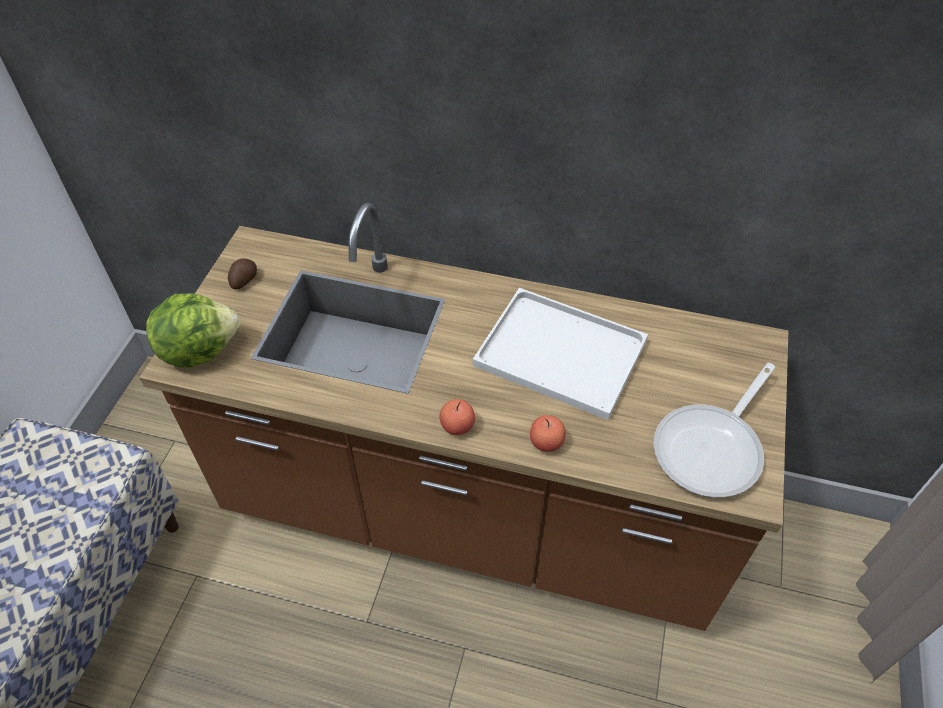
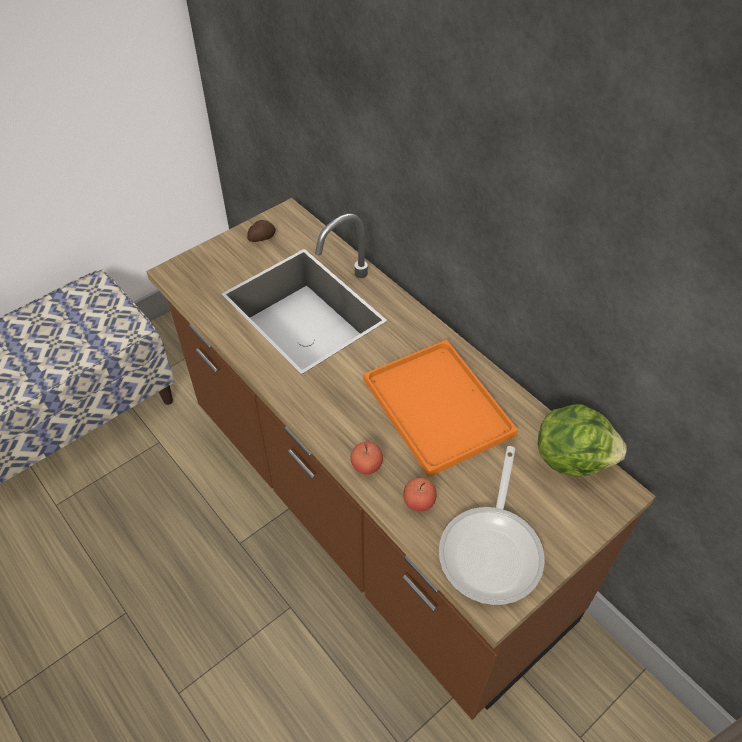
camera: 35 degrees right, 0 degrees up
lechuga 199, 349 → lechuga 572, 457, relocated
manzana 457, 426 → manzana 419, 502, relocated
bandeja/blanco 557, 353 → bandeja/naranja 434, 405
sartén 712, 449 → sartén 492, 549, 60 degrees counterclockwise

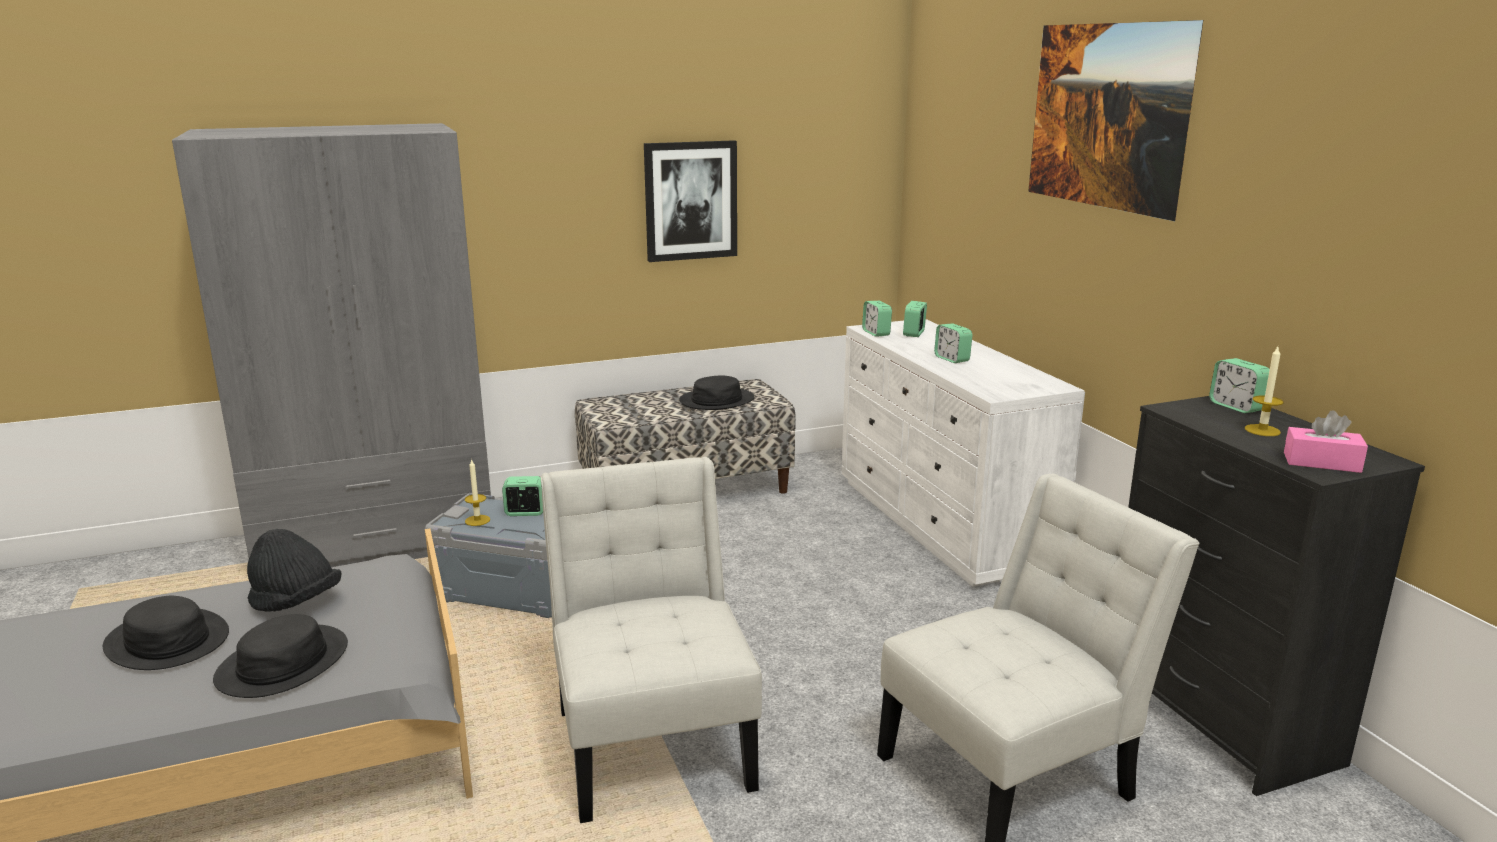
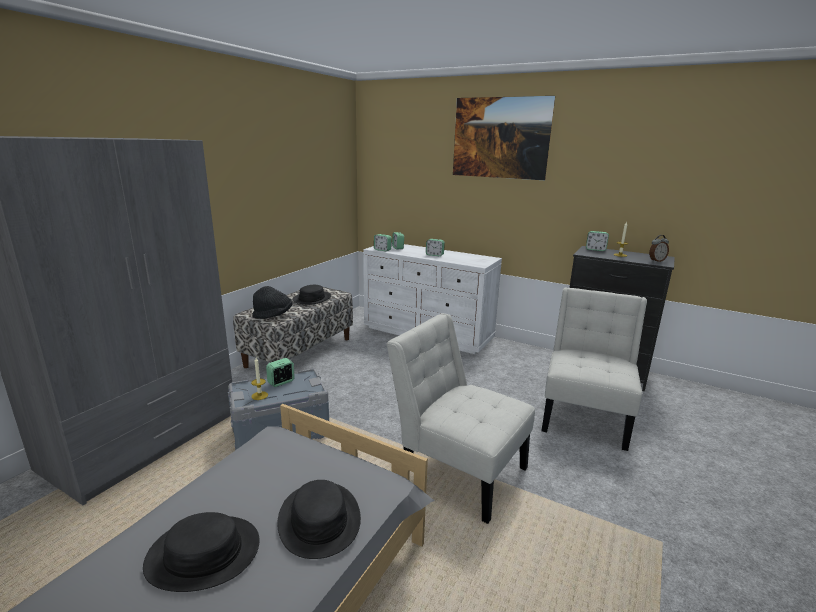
camera: 40 degrees left, 0 degrees up
cuadro 690, 200 → -
sombrero/negro 296, 603 → sombrero/negro 273, 315, relocated
caja de pañuelos/rosa 1321, 462 → despertador 656, 261

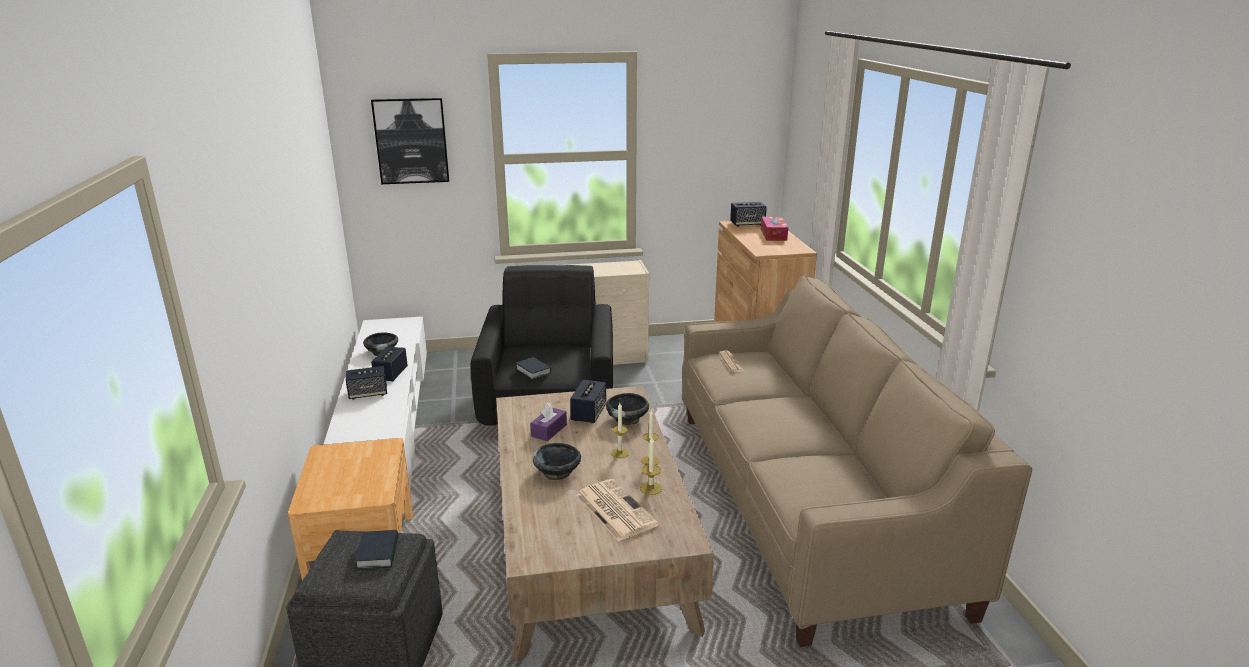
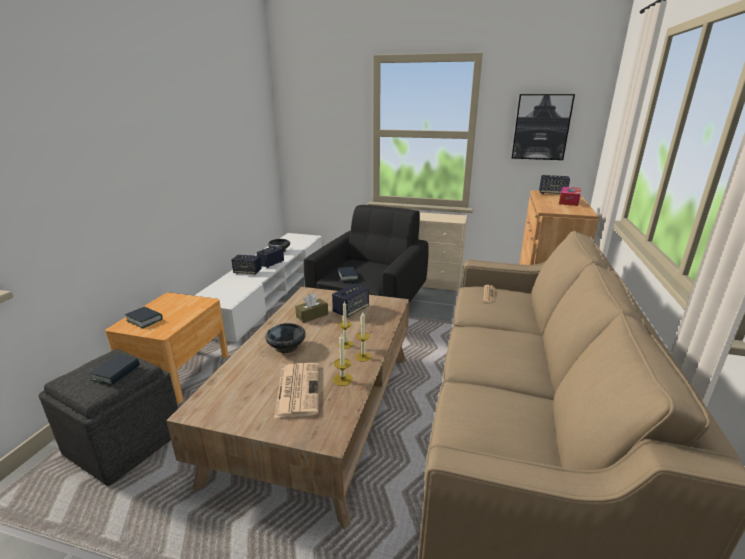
camera: 25 degrees right, 0 degrees up
cuenco/negro 627, 419 → -
- → libro 144, 320
cuadro 411, 141 → cuadro 541, 127, relocated
caja de pañuelos/morado 549, 430 → caja de pañuelos/marrón 312, 315

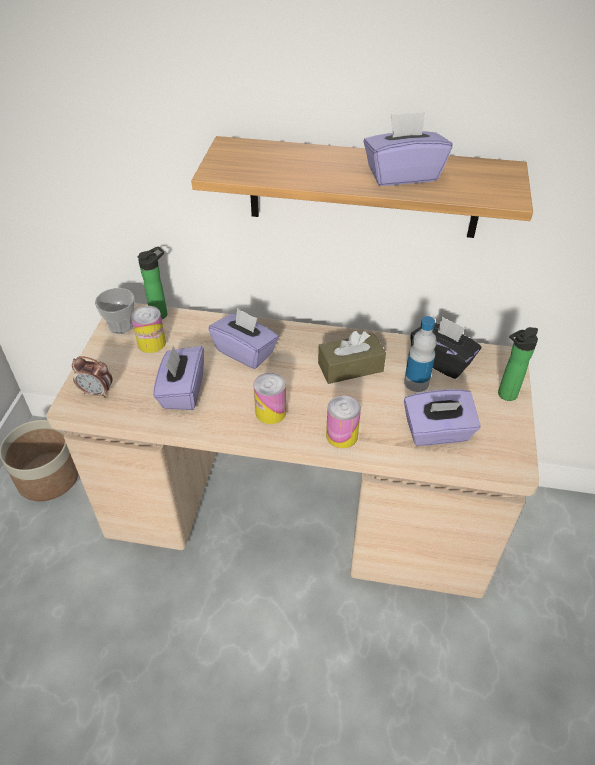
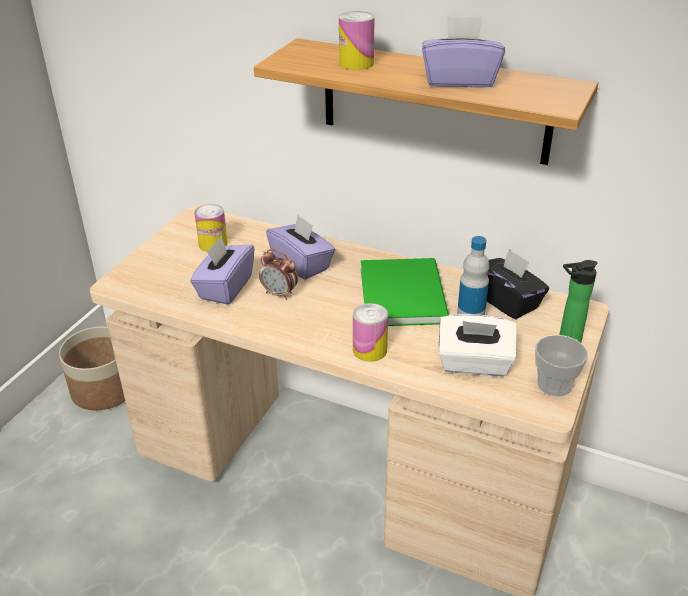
camera: 15 degrees right, 10 degrees down
botella 161, 313 → -
despertador 97, 392 → despertador 279, 294, relocated
taza 121, 325 → taza 554, 385, relocated
lata 270, 412 → lata 356, 63, relocated
caja de pañuelos/marrón 350, 367 → libro/verde 405, 292
caja de pañuelos/morado 437, 432 → caja de pañuelos/blanco 474, 364

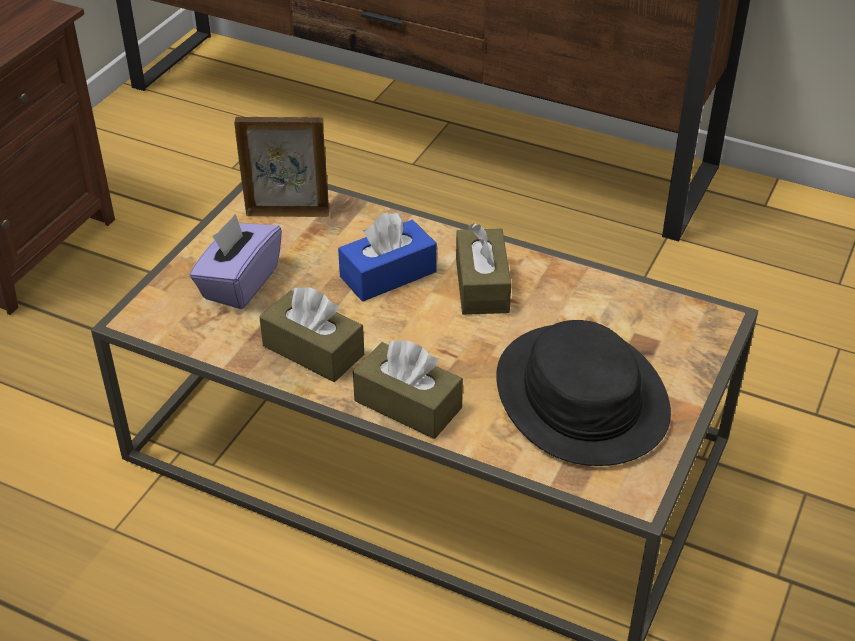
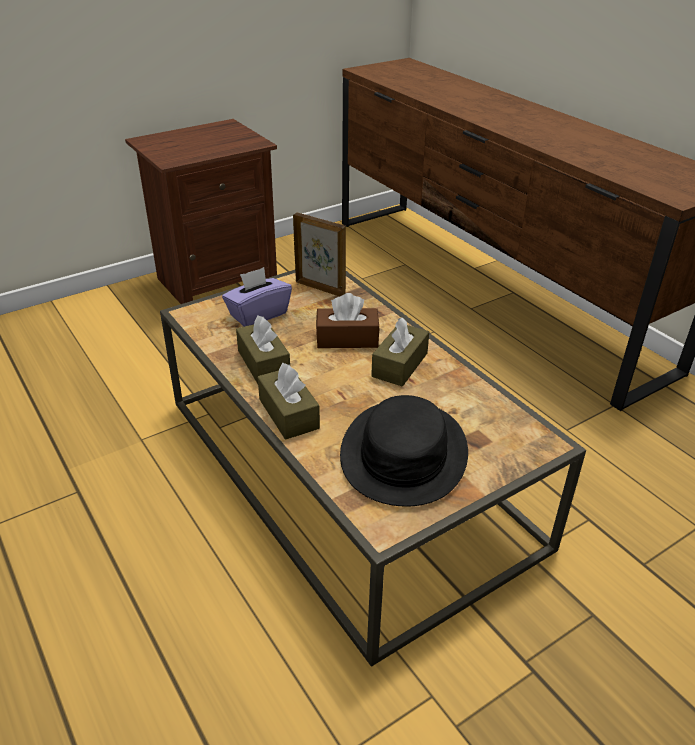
camera: 30 degrees right, 5 degrees down
caja de pañuelos/azul 388, 274 → caja de pañuelos/marrón 347, 339

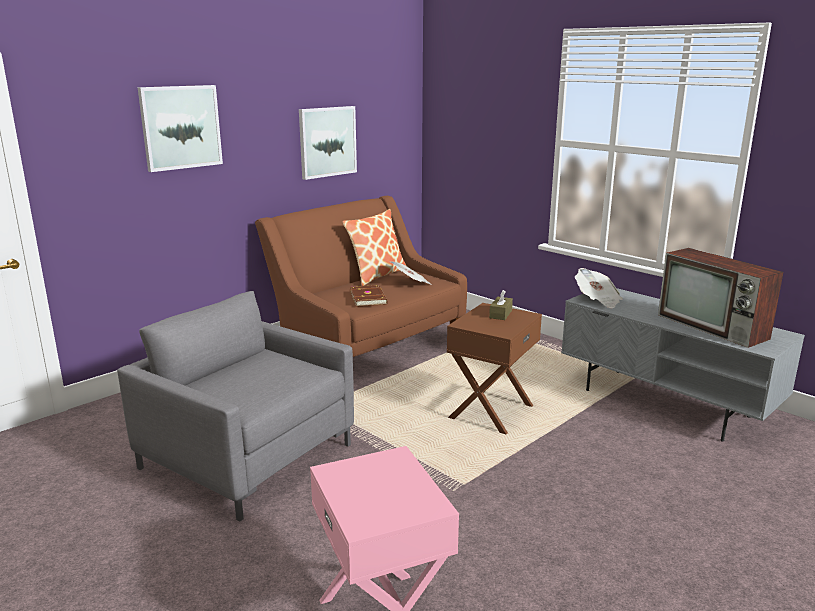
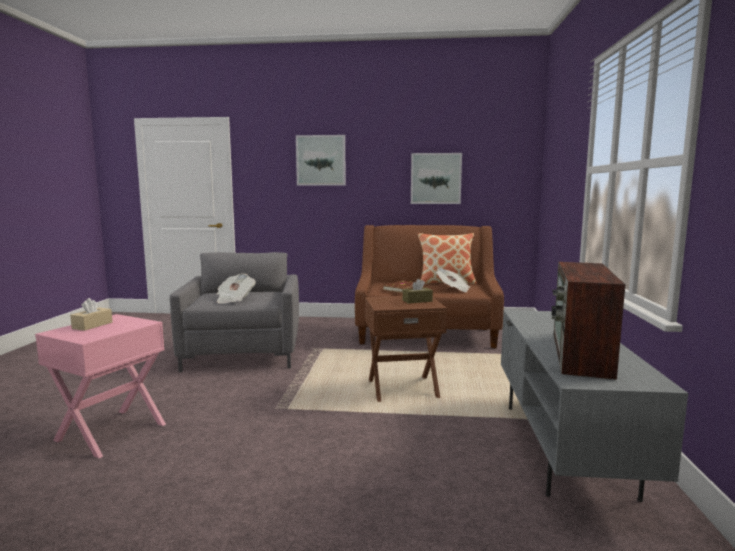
camera: 50 degrees right, 10 degrees down
- → caja de pañuelos/beis 92, 325
periódico 597, 300 → periódico 234, 299, relocated

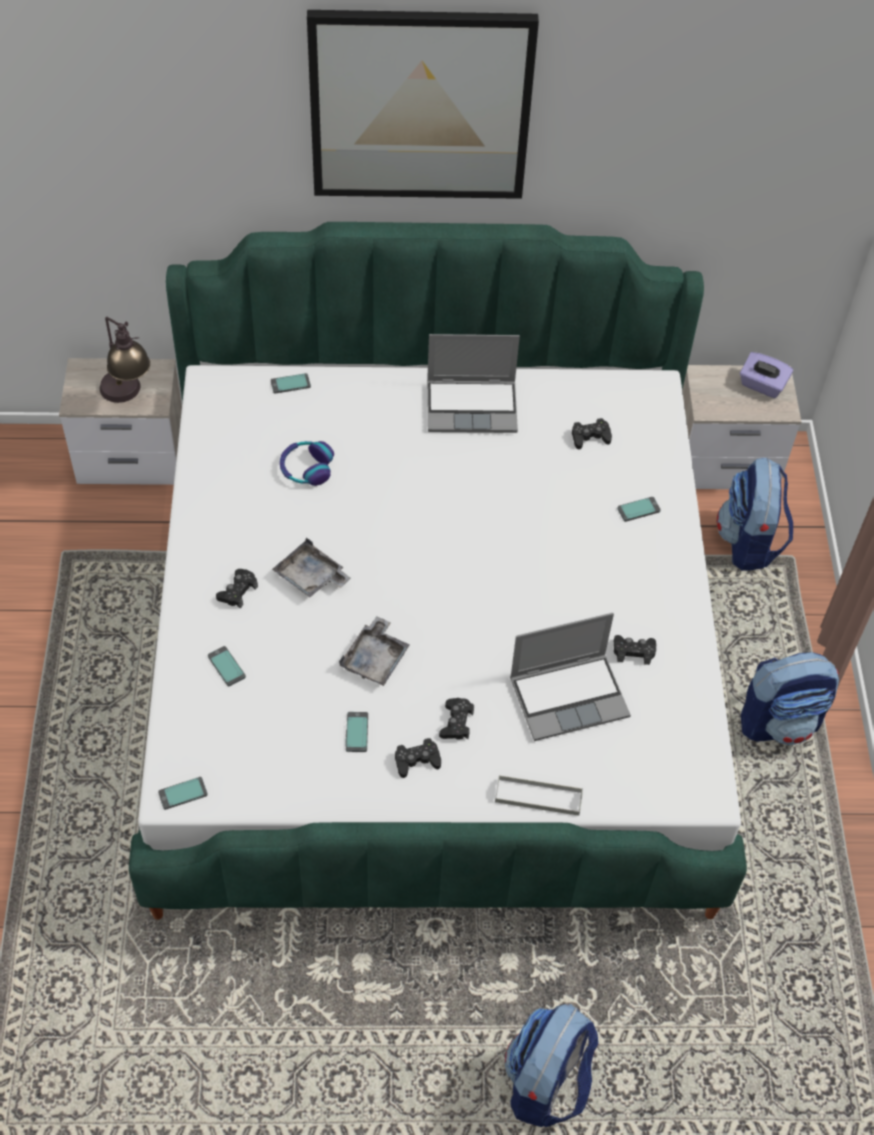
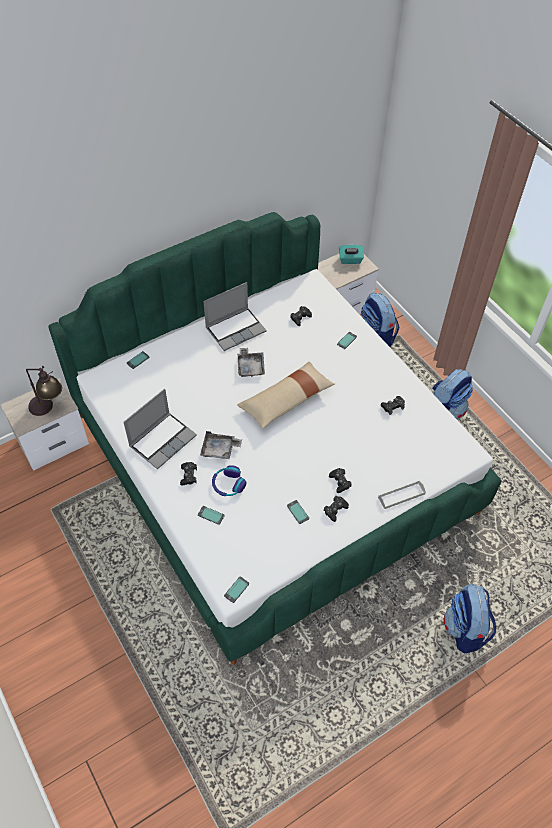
camera: 30 degrees left, 0 degrees up
cuadro 420, 105 → -
- → cojín/beis 286, 400
auriculares 306, 468 → auriculares 228, 484, relocated
bandeja/gris 375, 659 → bandeja/gris 250, 366, relocated
portátil 569, 696 → portátil 163, 440, relocated
caja de pañuelos/morado 762, 385 → caja de pañuelos/turquesa 350, 260

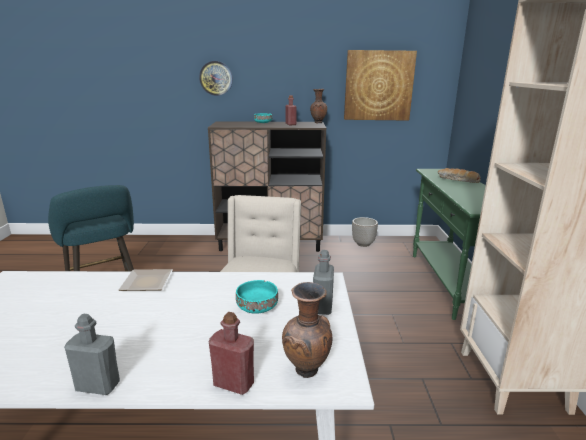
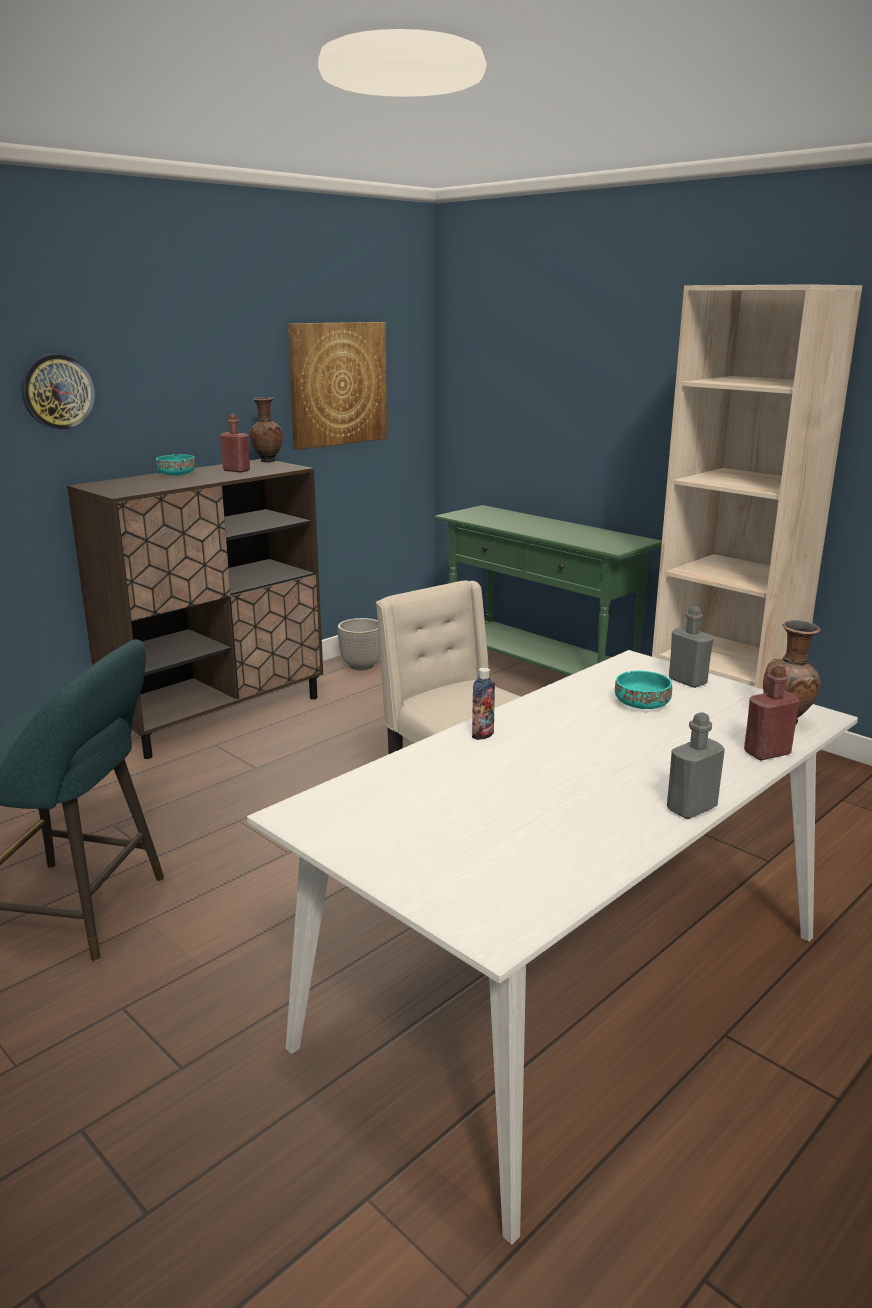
camera: 45 degrees left, 0 degrees up
pan 457, 180 → -
plato 149, 282 → botella 483, 735

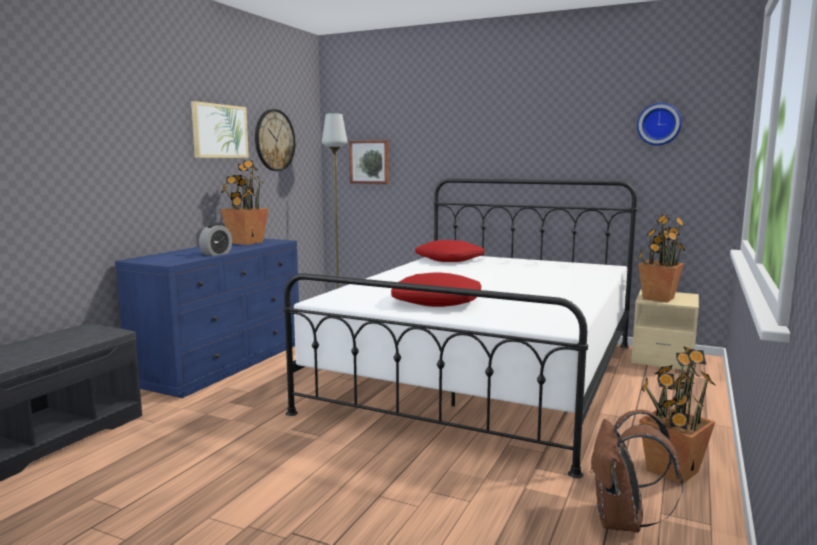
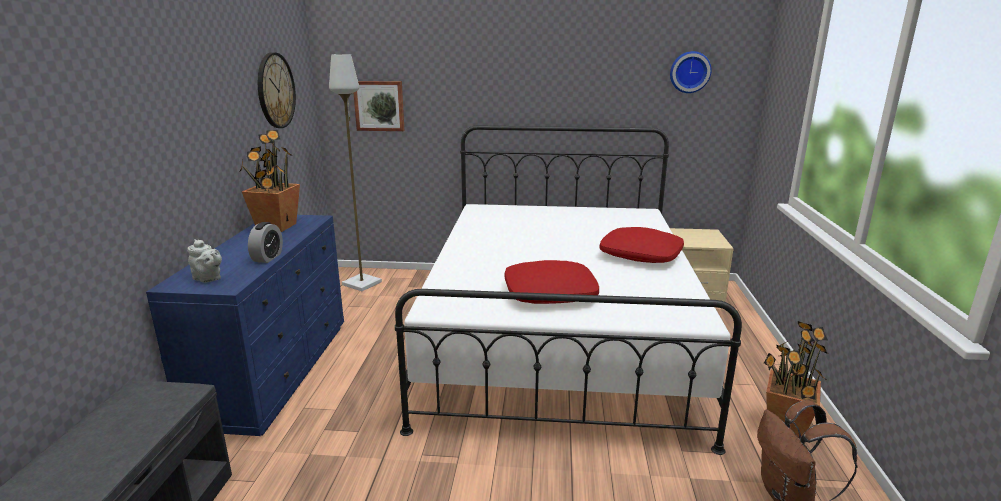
camera: 20 degrees left, 10 degrees up
cuadro 219, 131 → -
planta en maceta 658, 298 → -
- → tetera/gris 208, 279
cojín/rojo 450, 259 → cojín/rojo 641, 254, relocated

